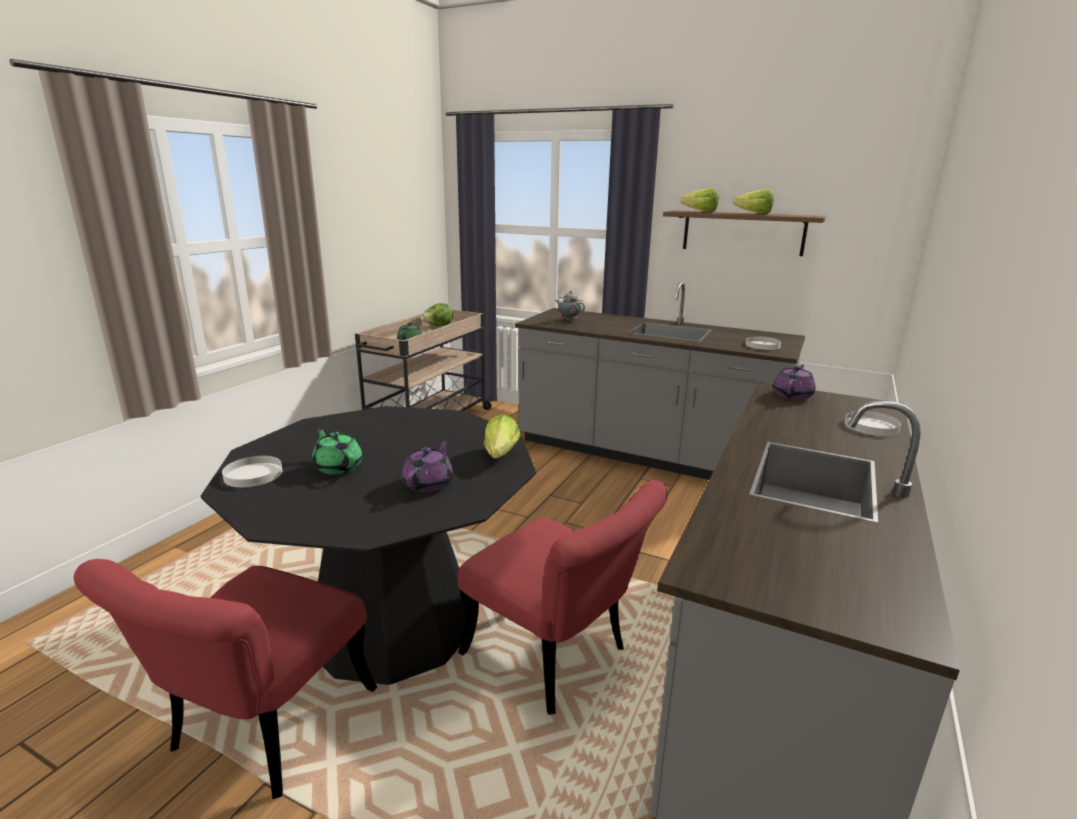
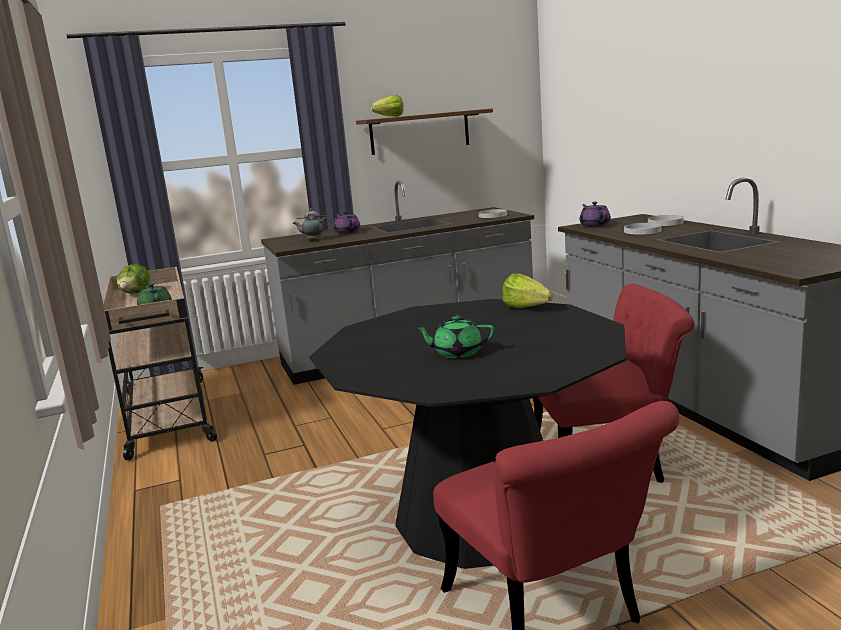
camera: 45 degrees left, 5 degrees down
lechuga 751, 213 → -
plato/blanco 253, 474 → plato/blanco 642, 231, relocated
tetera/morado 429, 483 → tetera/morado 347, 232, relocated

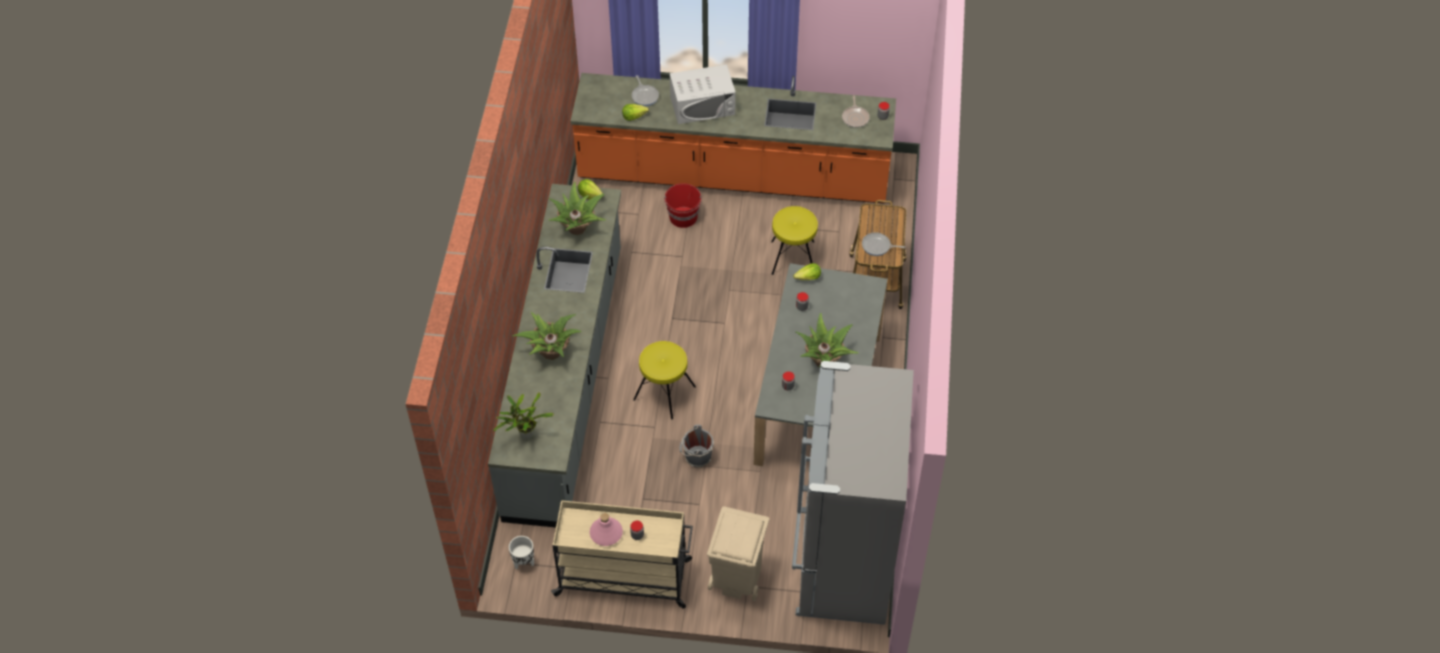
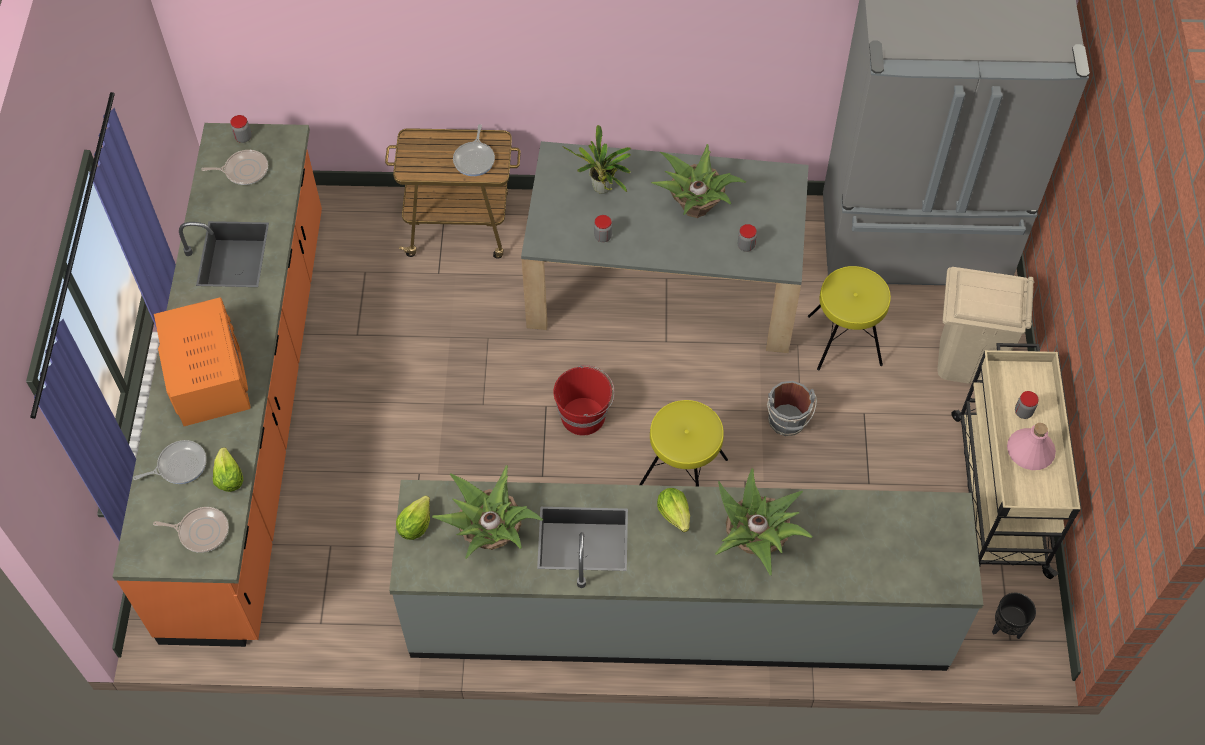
camera: 95 degrees left, 5 degrees up
- → sartén 201, 531
planta en maceta 525, 435 → planta en maceta 602, 190, relocated
cubo/rojo 683, 217 → cubo/rojo 584, 415, relocated
taburete/amarillo 793, 258 → taburete/amarillo 845, 339, relocated
lechuga 808, 278 → lechuga 675, 514, relocated
maceta/blanco 524, 562 → maceta/negro 1007, 628
microondas/blanco 702, 105 → microondas/naranja 208, 376

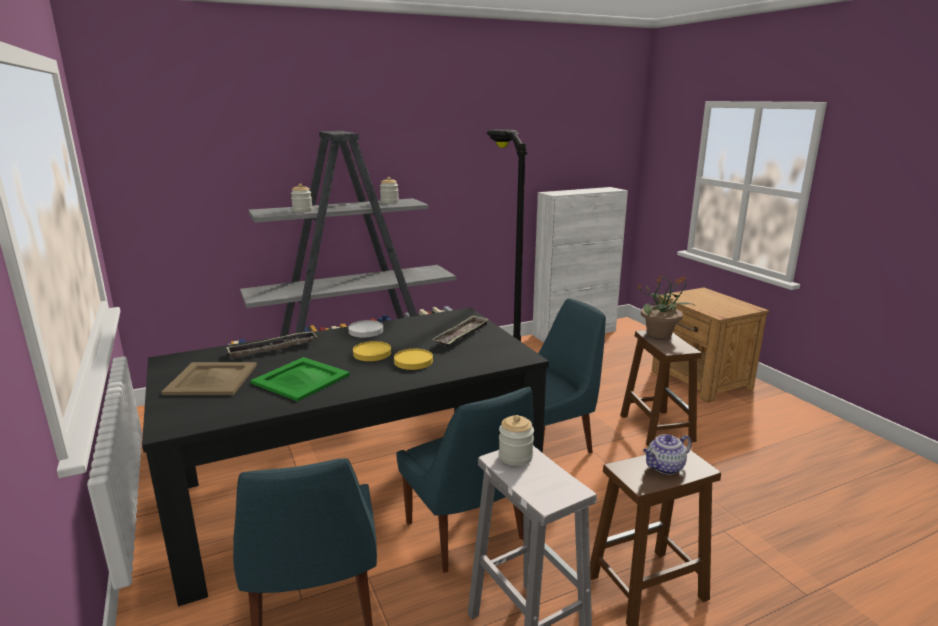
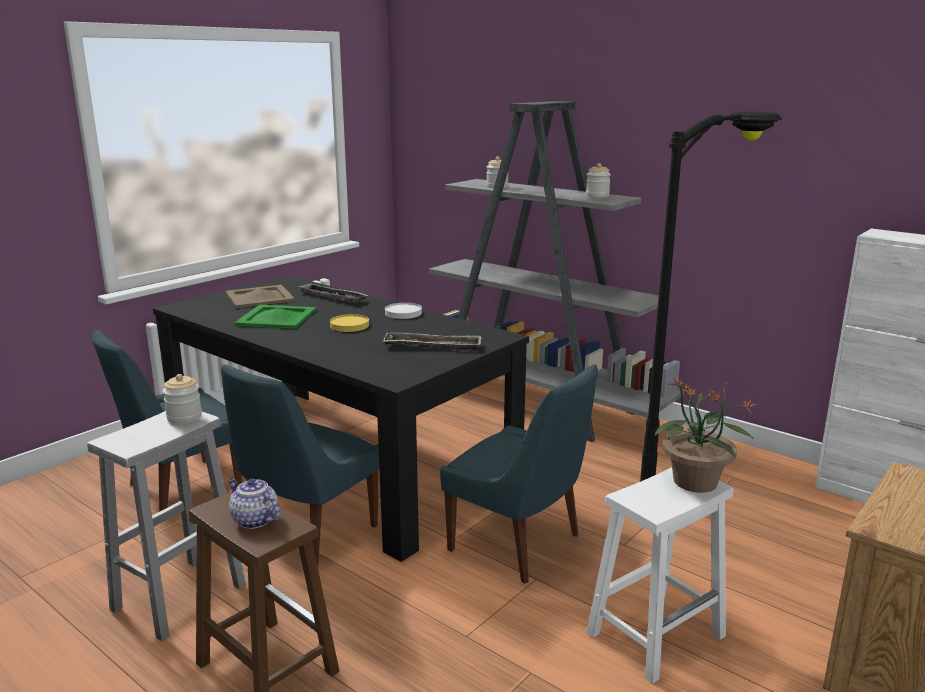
camera: 65 degrees right, 0 degrees up
plato/amarillo 413, 361 → -
taburete/marrón 655, 427 → taburete/blanco 656, 633

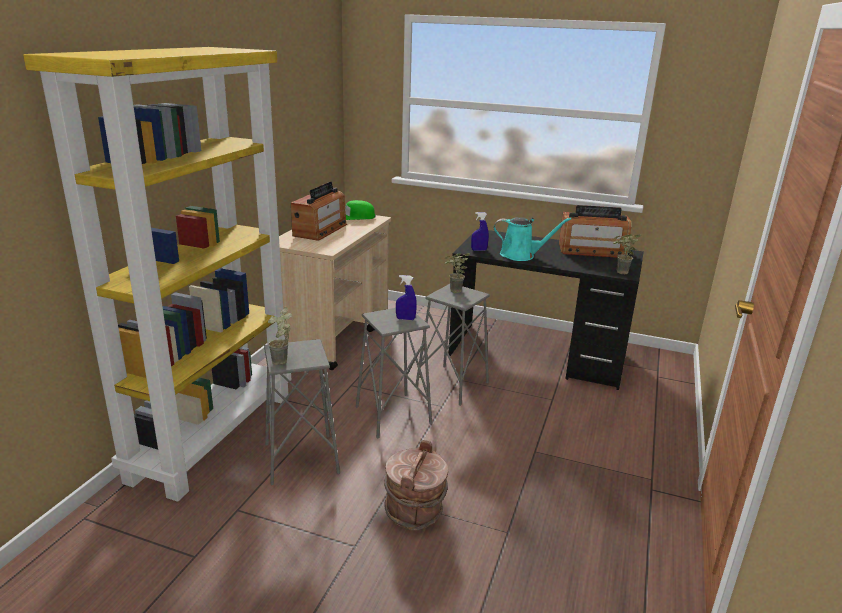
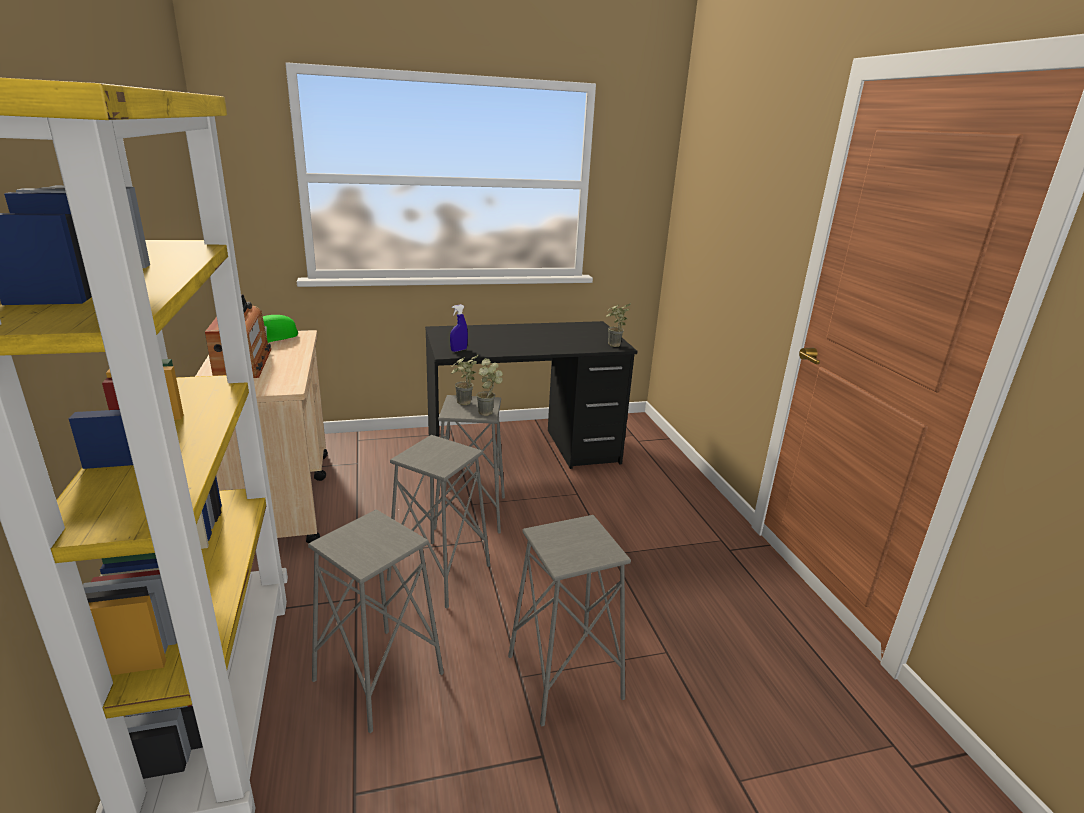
camera: 35 degrees left, 0 degrees up
pulverizador/azul 405, 319 → -
regadera/turquesa 521, 255 → -
radio 591, 251 → -
planta en maceta 283, 363 → planta en maceta 490, 413, relocated
cubo/marrón 415, 511 → taburete/gris 565, 677

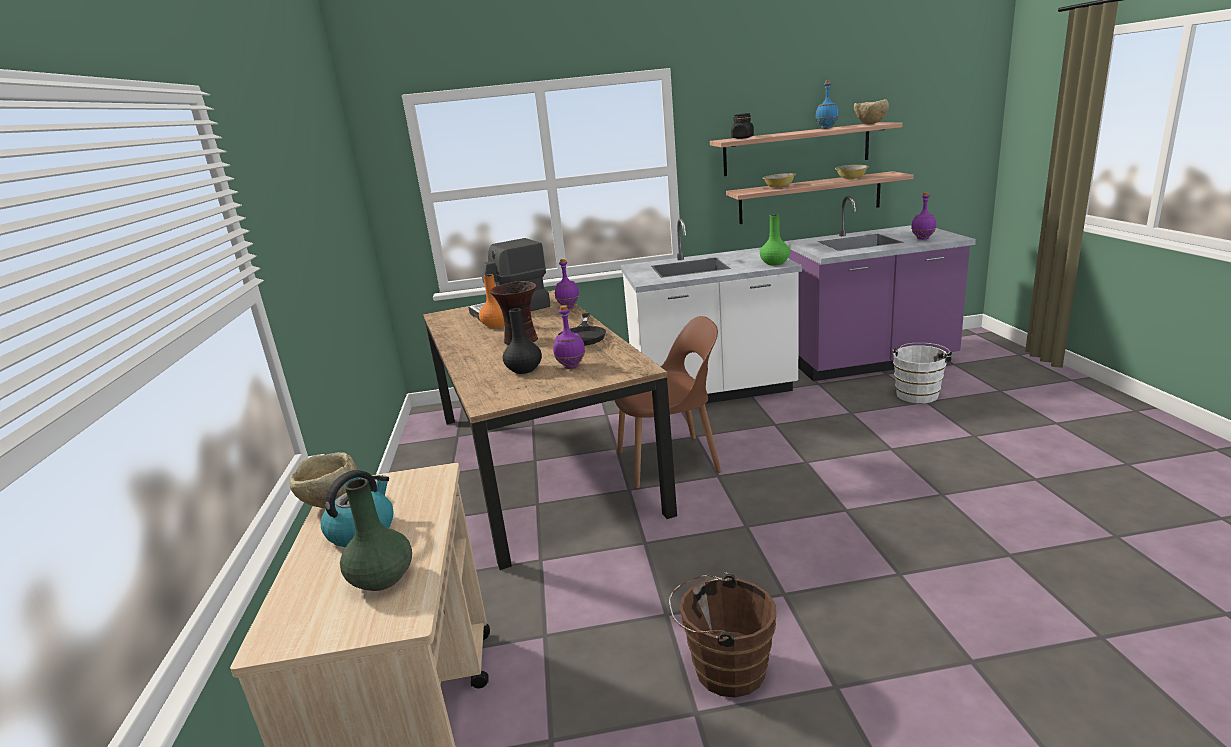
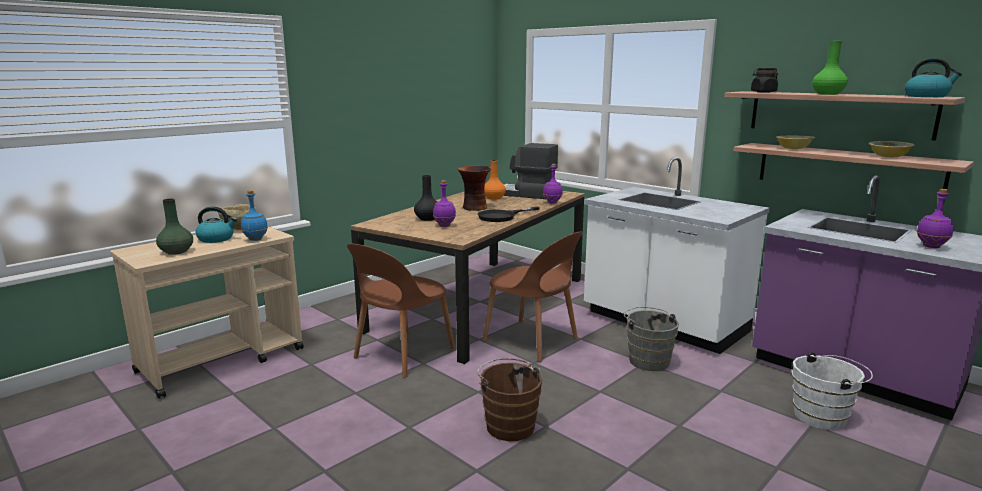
camera: 50 degrees right, 5 degrees down
- → silla/marrón 402, 354
- → cubo/gris 647, 360
cubo/marrón 724, 668 → cubo/marrón 508, 424, relocated
florero/verde 774, 263 → florero/verde 827, 94, relocated
botella/azul 827, 128 → botella/azul 256, 239, relocated
cuenco/beis 870, 124 → hervidor 927, 96

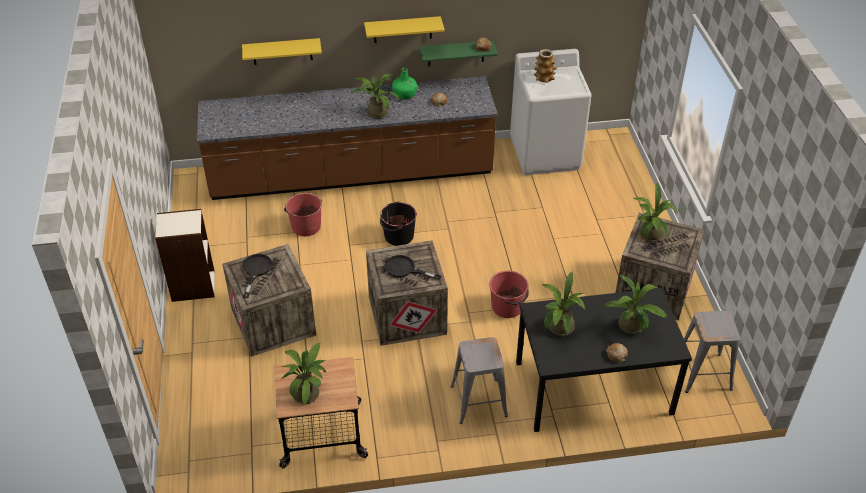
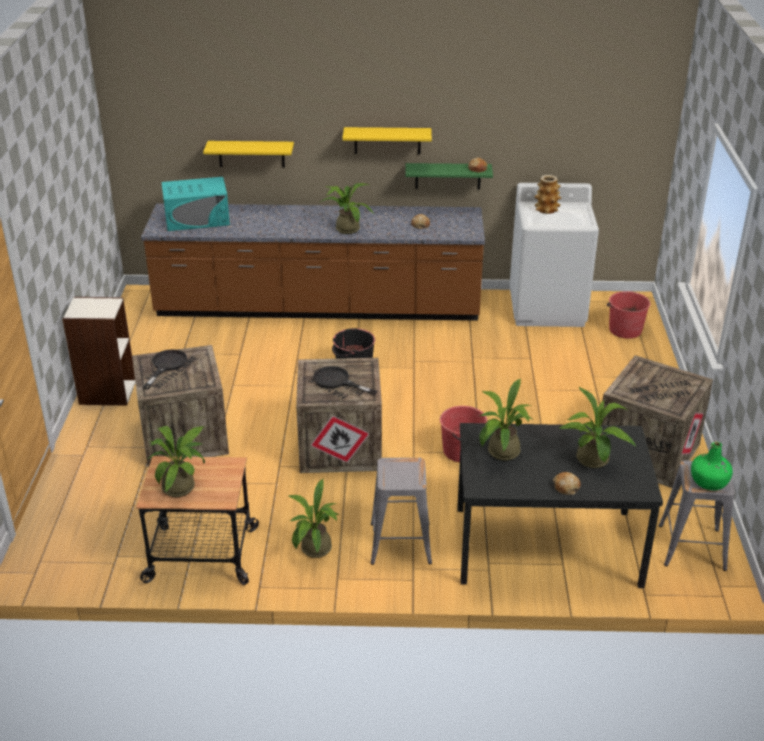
camera: 10 degrees right, 10 degrees down
- → microondas/turquesa 197, 219
cubo/rojo 306, 226 → cubo/rojo 625, 330, relocated
botella/verde 405, 94 → botella/verde 709, 481, relocated
planta en maceta 649, 237 → planta en maceta 313, 551, relocated

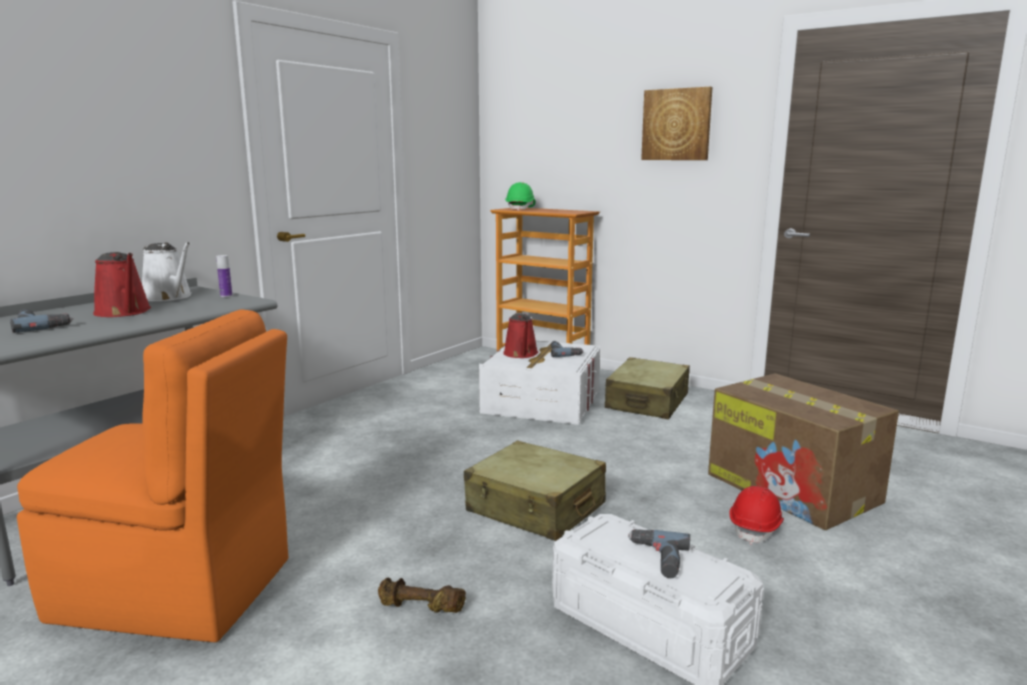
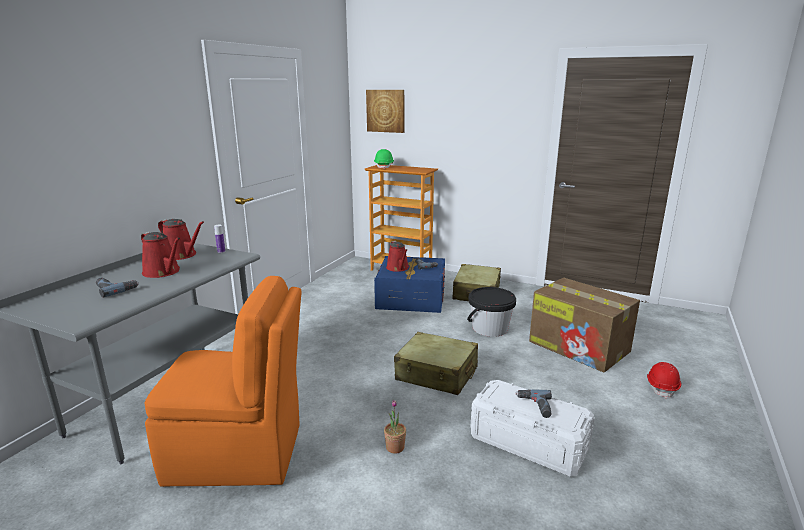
camera: 10 degrees left, 5 degrees up
- → cubo/negro 490, 328
cuadro 676, 124 → cuadro 386, 111, relocated
casco/rojo 756, 528 → casco/rojo 662, 387, relocated
mancuerna/marrón 420, 608 → planta en maceta 395, 447
regadera/blanco 169, 297 → regadera/rojo 182, 255
caja de almacenaje/blanco 541, 402 → caja de almacenaje/azul 411, 298

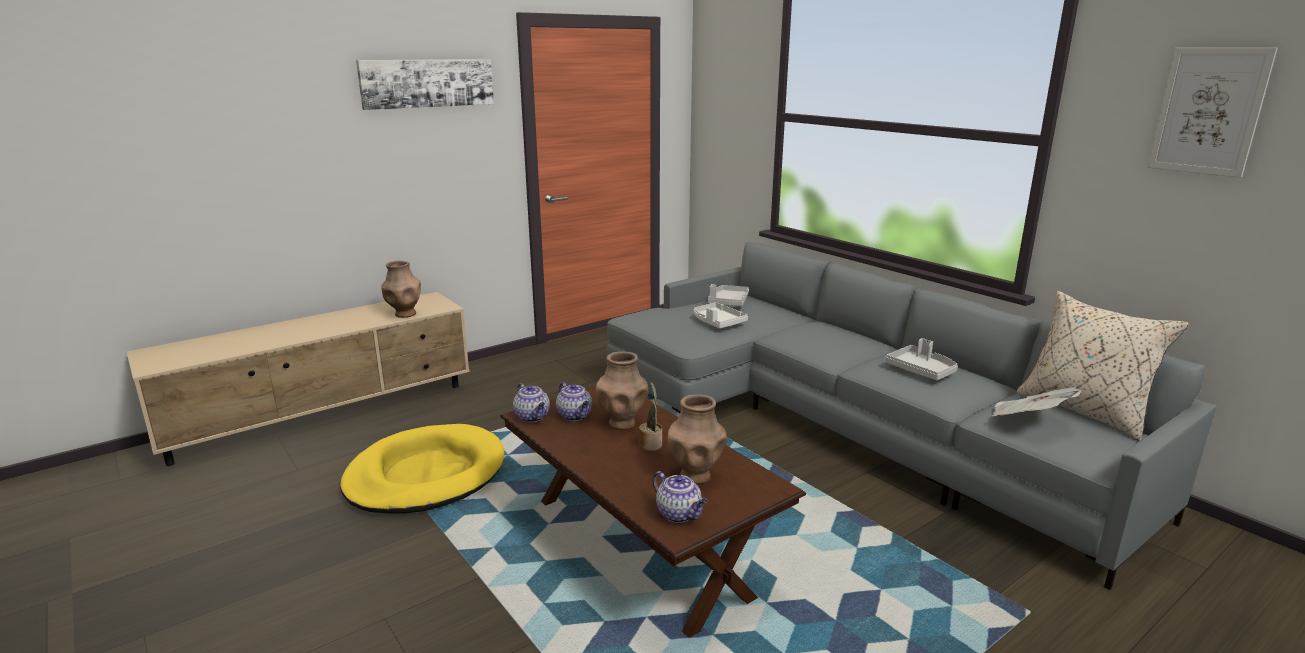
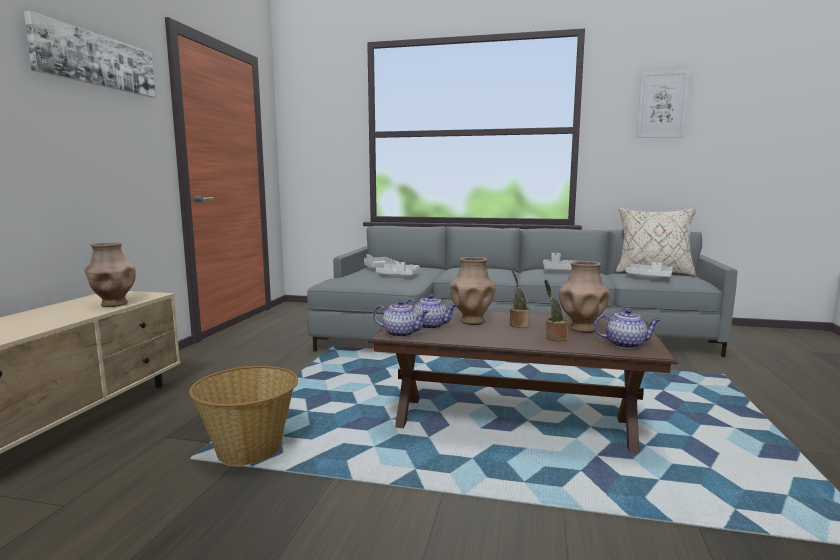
camera: 40 degrees left, 10 degrees down
- → planta en maceta 554, 338
cama para perro/amarillo 426, 475 → cesta 249, 451
periódico 1028, 420 → bandeja/blanco 649, 277

